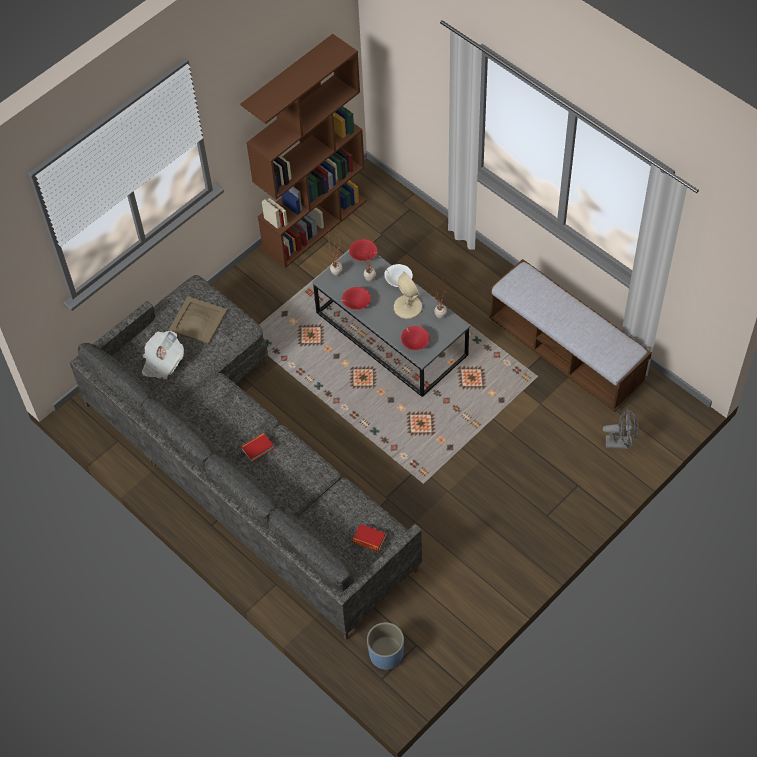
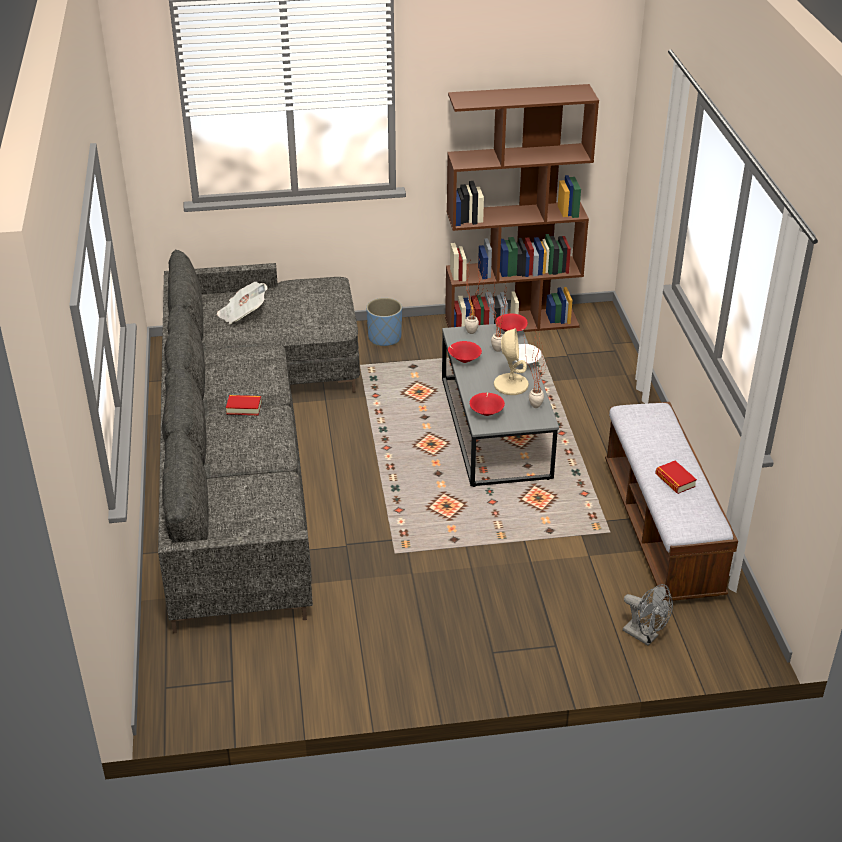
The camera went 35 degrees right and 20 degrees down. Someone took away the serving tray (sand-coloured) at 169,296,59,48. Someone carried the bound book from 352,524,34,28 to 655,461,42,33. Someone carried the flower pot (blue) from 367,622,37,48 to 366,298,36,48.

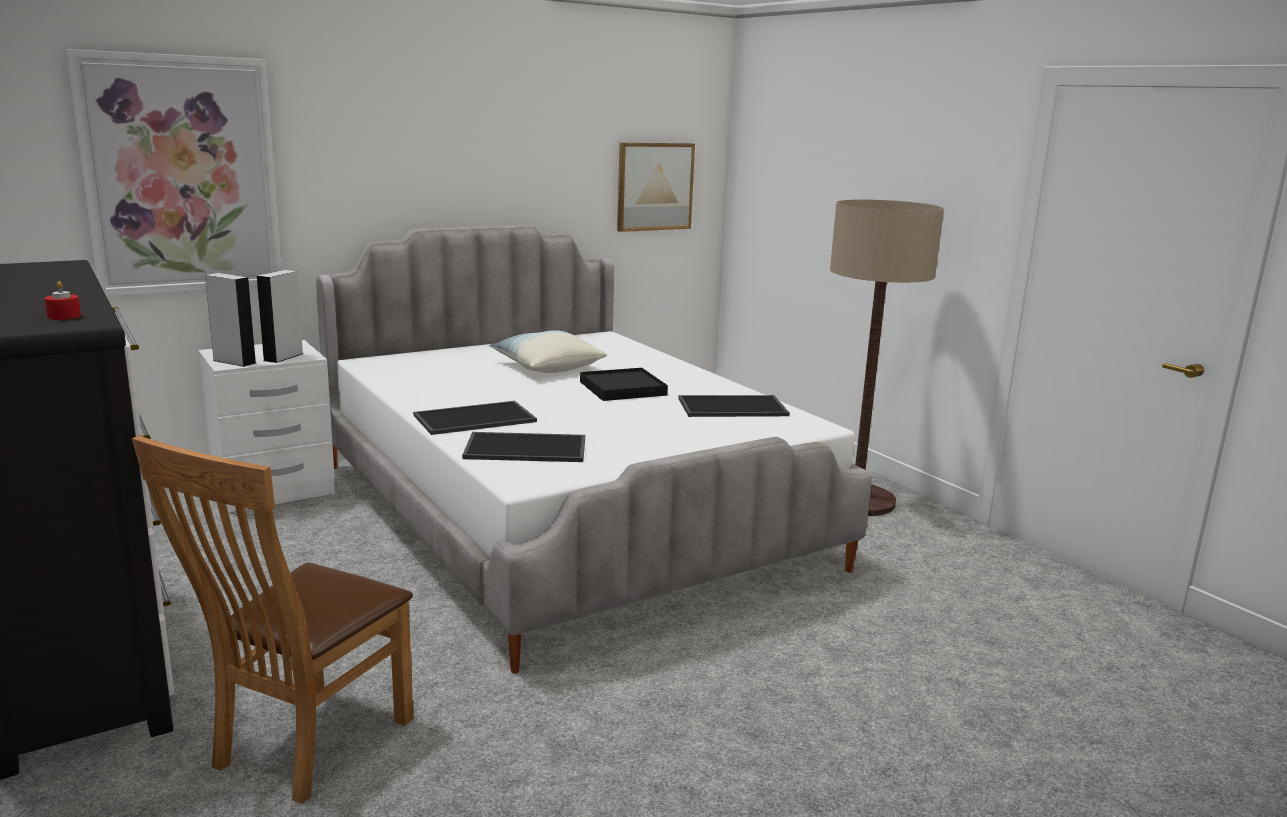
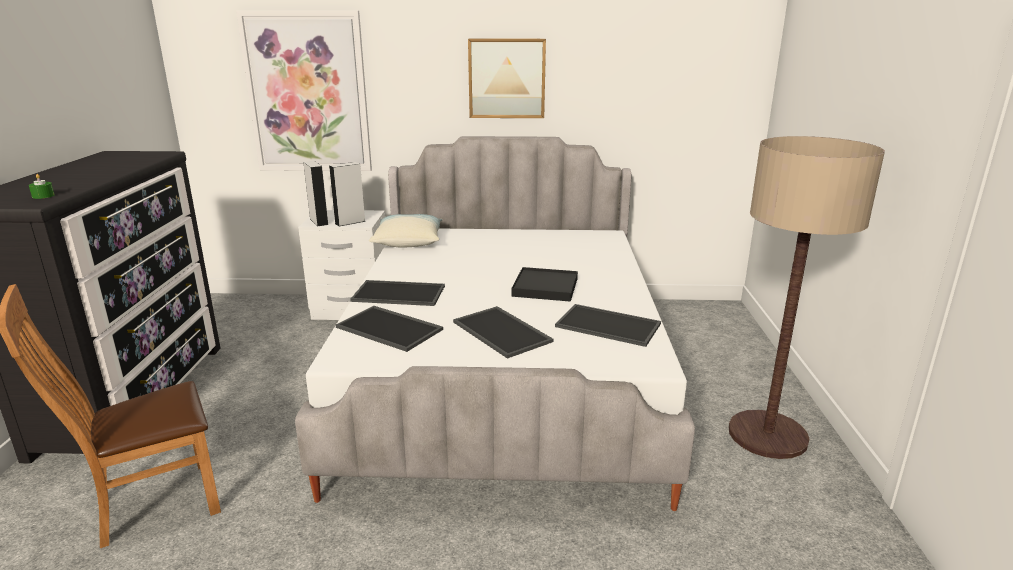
The camera went 35 degrees right and 5 degrees up. Someone repainted the wax light (red) at 44,281,37,39, which became the wax light (green) at 29,174,26,25. Someone carried the pillow from 490,330,117,43 to 369,214,74,33. Someone carried the wall picture from 617,143,78,89 to 468,39,78,79. Someone put down the serving tray at 453,306,101,53.

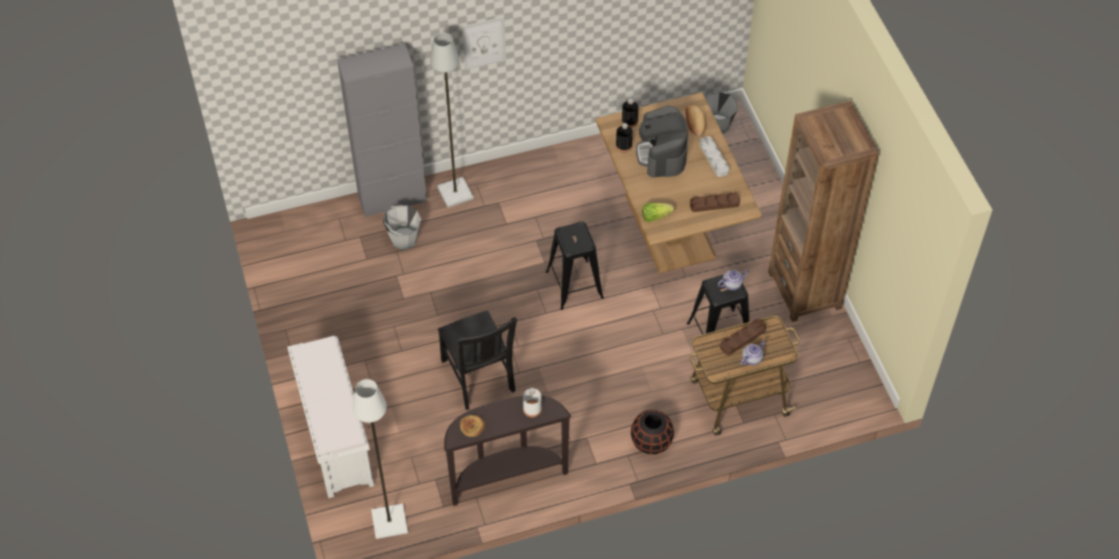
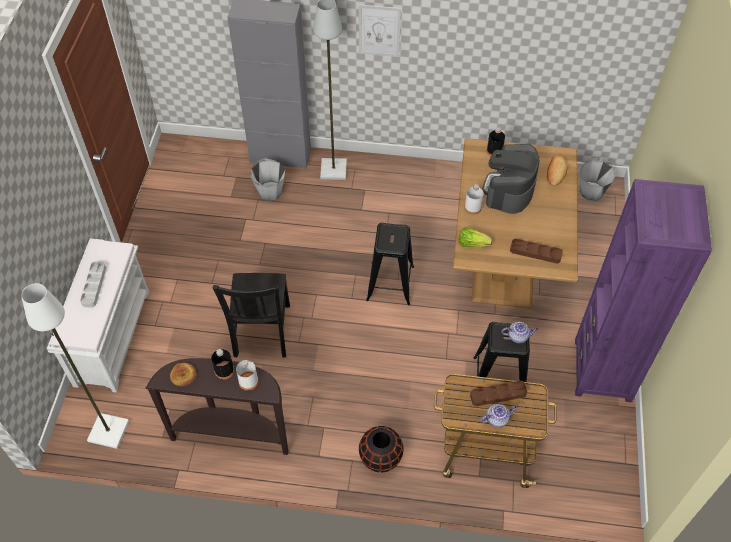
The camera went 25 degrees right and 0 degrees up. Someone carried the beverage bottle (black-coloured) from 616,123,17,30 to 211,349,23,31. Someone carried the serving tray (grey) from 699,136,30,41 to 80,261,26,47. Someone repainted the bookcase (brown-coloured) at 768,101,111,221, which became the bookcase (purple) at 575,179,137,223. Someone put down the beverage bottle (white-coloured) at 464,184,20,31.

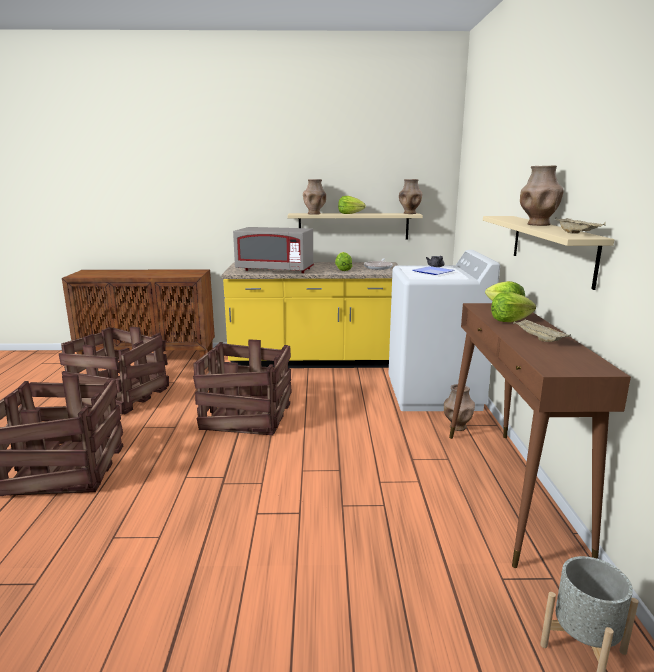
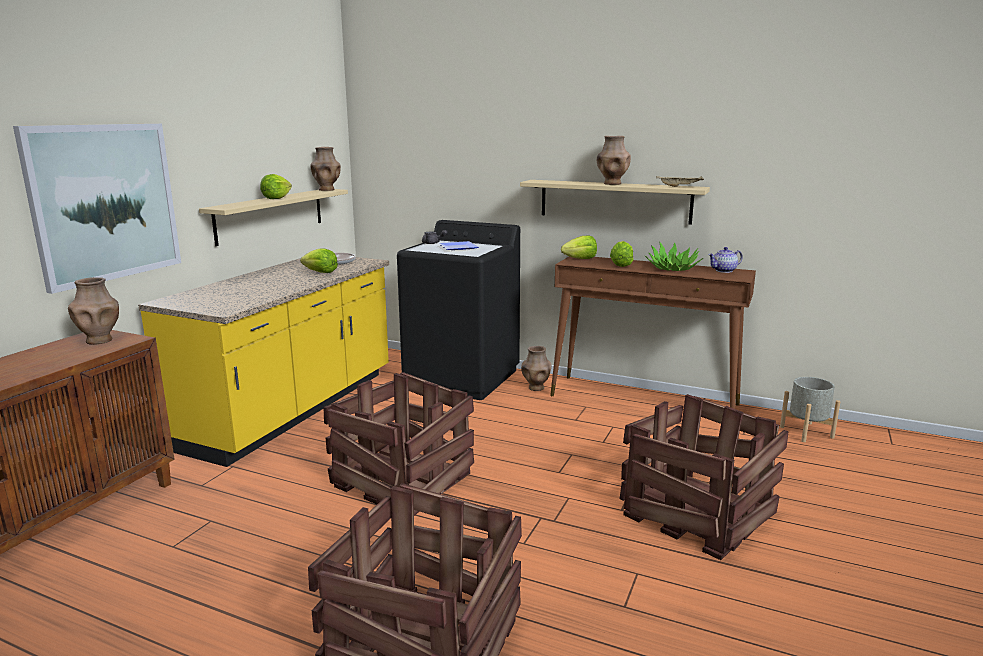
The camera went 65 degrees left and 0 degrees up. Someone carried the crate from 59,327,110,87 to 619,394,170,166. Someone took away the microwave (grey) at 233,227,81,46. Someone carried the flower vase (brown-coloured) from 303,179,23,36 to 68,277,51,68. Someone repainted the washing machine (white-coloured) at 389,250,111,161, which became the washing machine (black-coloured) at 397,220,123,180. Someone swapped the serving tray (sand-coloured) at 514,319,57,23 for the houseplant at 645,242,58,29. Someone put up the wall picture at 13,124,168,170. Someone put down the pot for tea at 708,247,35,26.

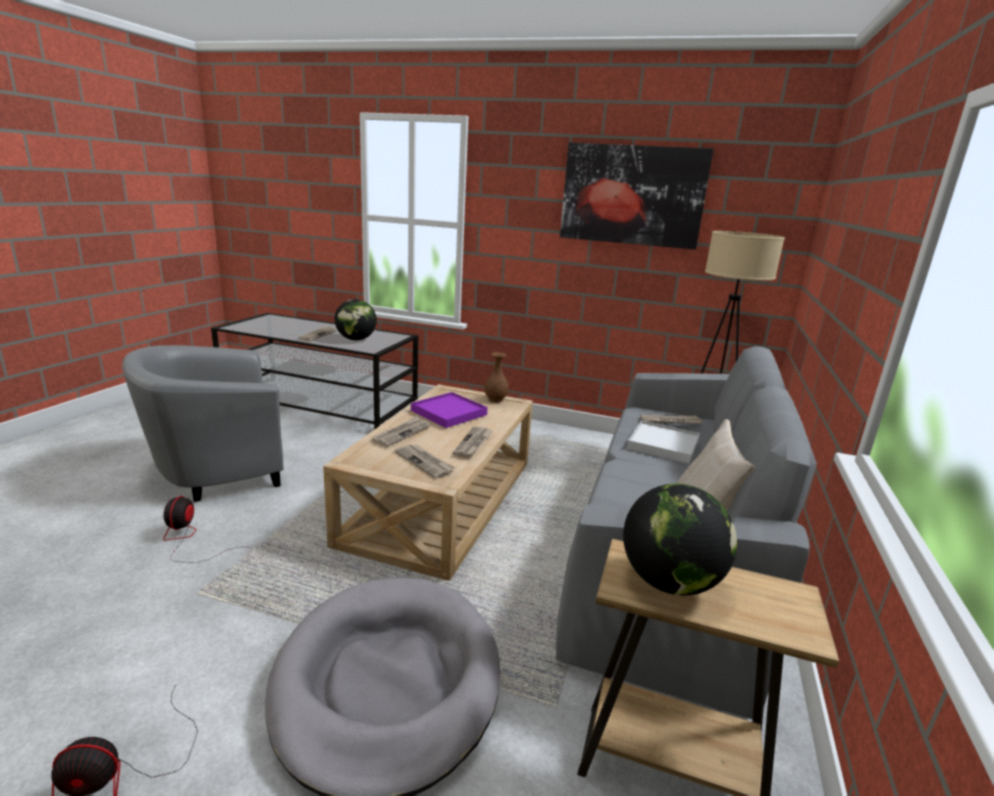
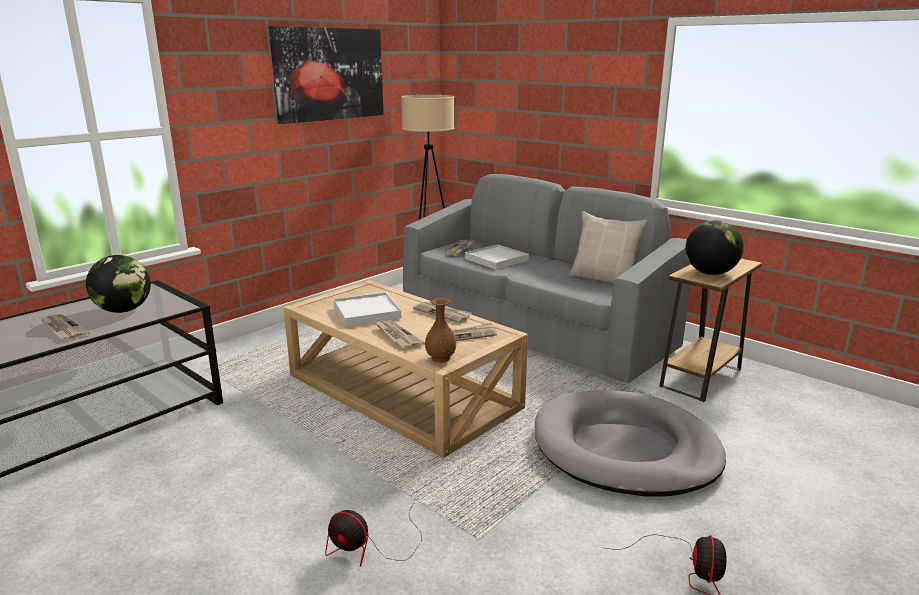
The camera went 65 degrees left and 0 degrees up. Someone took away the easy chair (grey) at 122,345,161,157. Someone repainted the serving tray (purple) at 411,392,77,36, which became the serving tray (white-coloured) at 334,292,67,34. Someone carried the flower vase (brown-coloured) from 484,352,25,50 to 425,298,31,64.

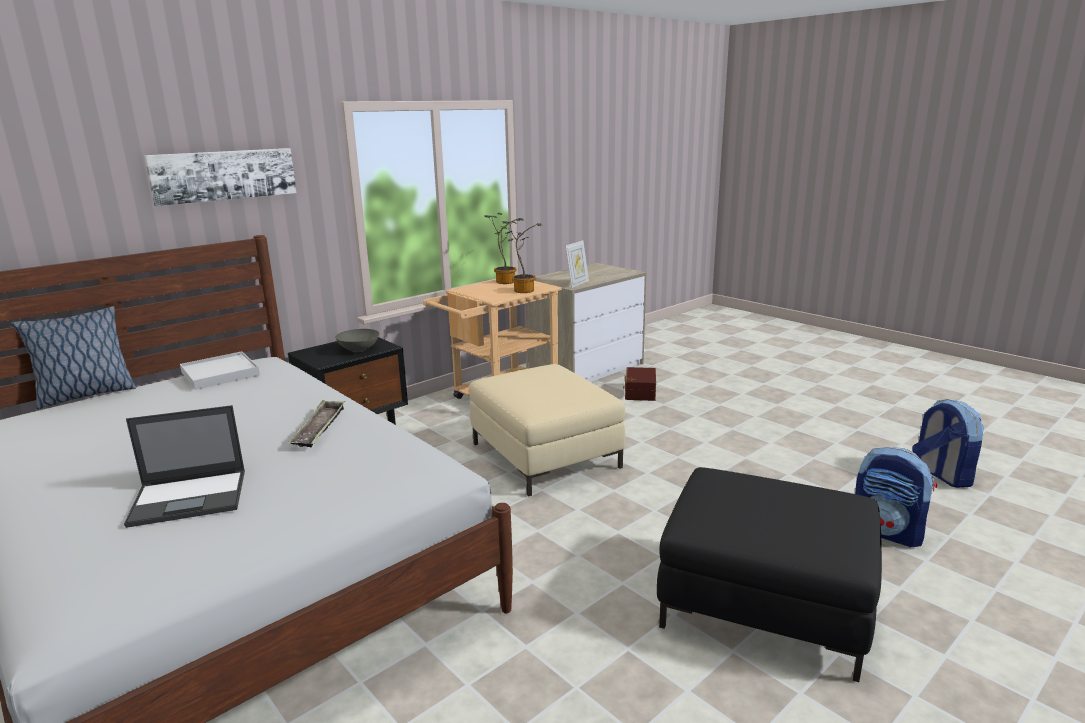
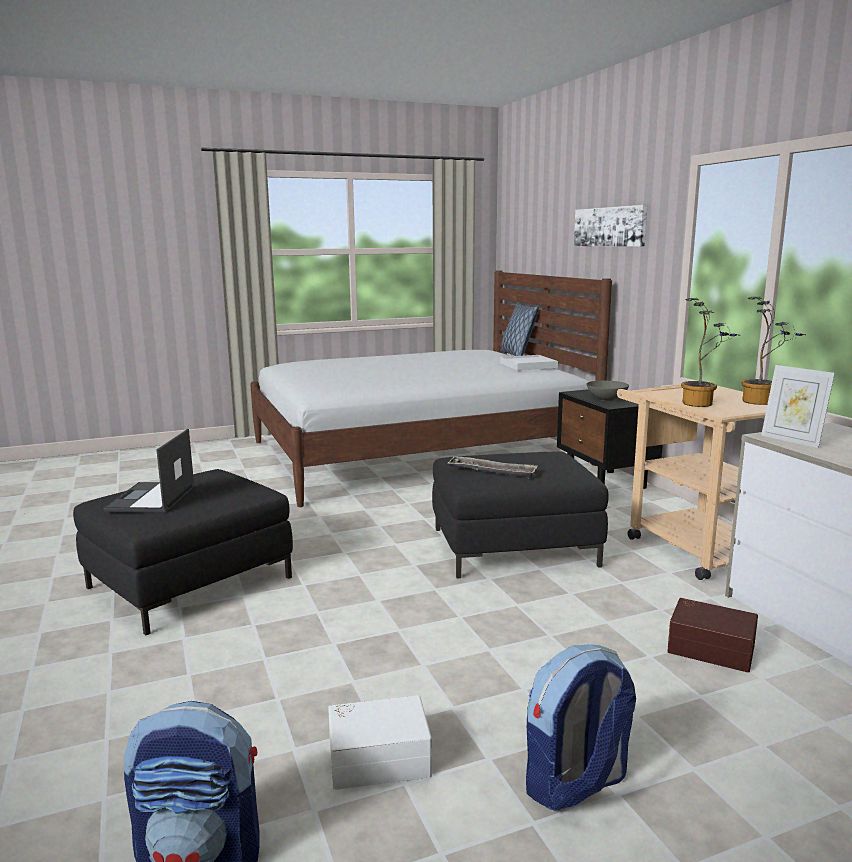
The camera went 110 degrees right and 5 degrees down. Someone carried the notebook computer from 124,405,121,123 to 103,429,92,83. Someone carried the serving tray from 289,400,56,47 to 447,456,91,23. Someone repainted the pouffe (sand-coloured) at 469,364,156,132, which became the pouffe (black-coloured) at 432,452,177,127. Someone carried the backpack from 855,447,82,101 to 526,644,110,167. Someone put down the storage bin (white-coloured) at 328,695,104,95.

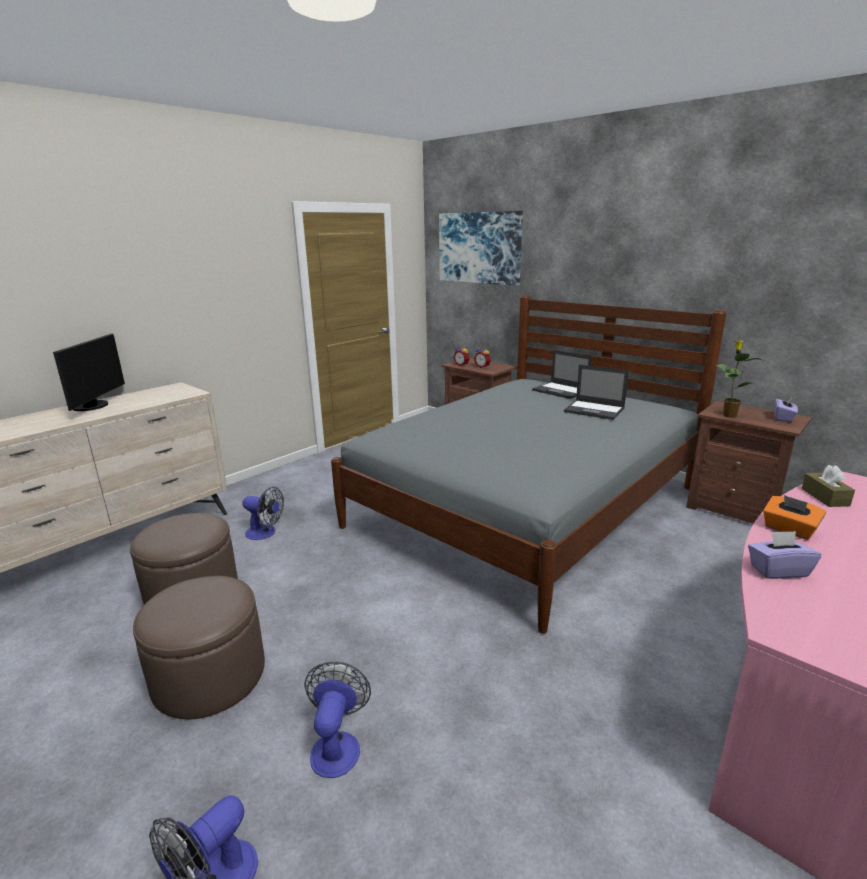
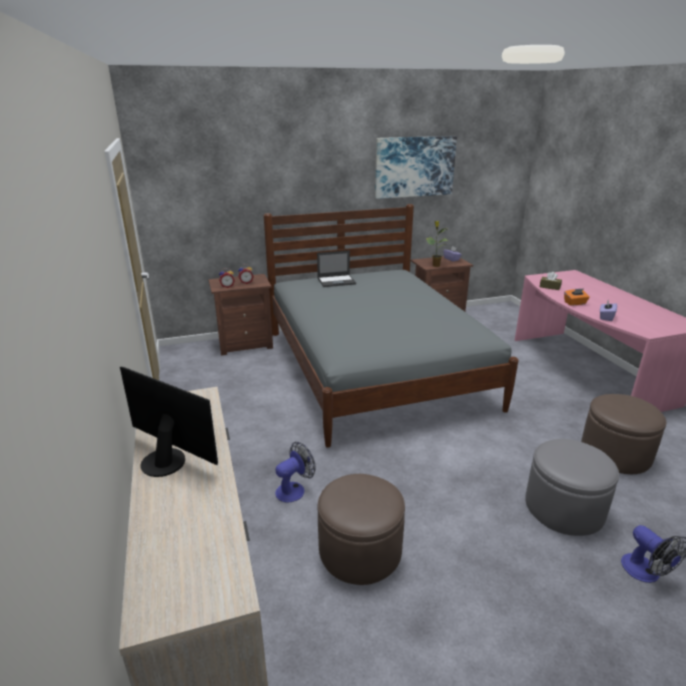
The camera went 60 degrees left and 5 degrees up. Someone carried the pouffe (brown-coloured) from 133,576,132,143 to 581,394,85,80. Someone swapped the fan at 305,662,66,116 for the pouffe (grey) at 525,439,94,97. Someone carried the wall picture from 439,211,84,75 to 375,136,82,63. Someone took away the notebook computer at 564,365,65,55.

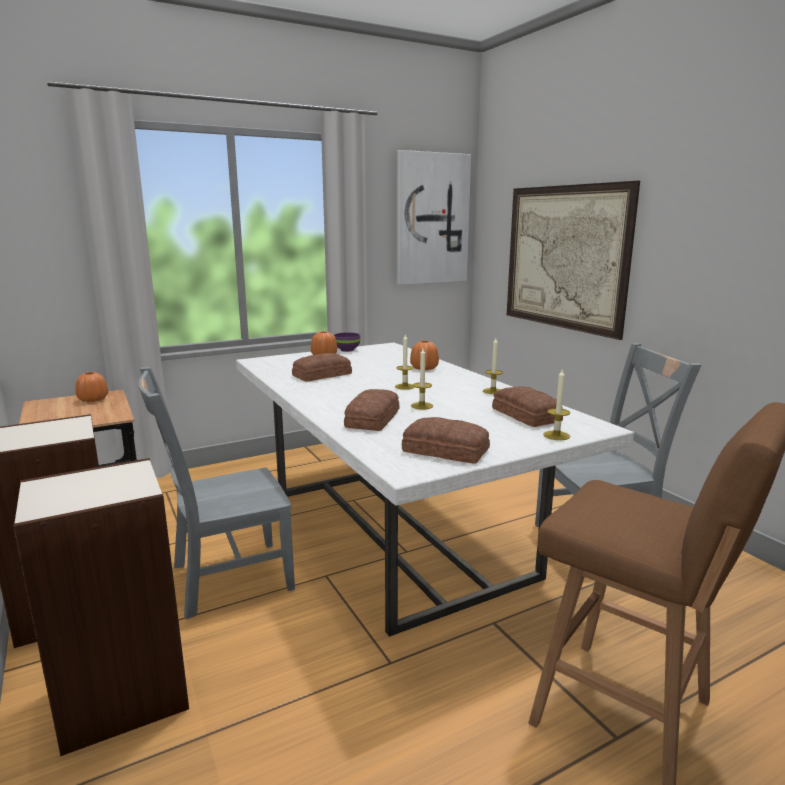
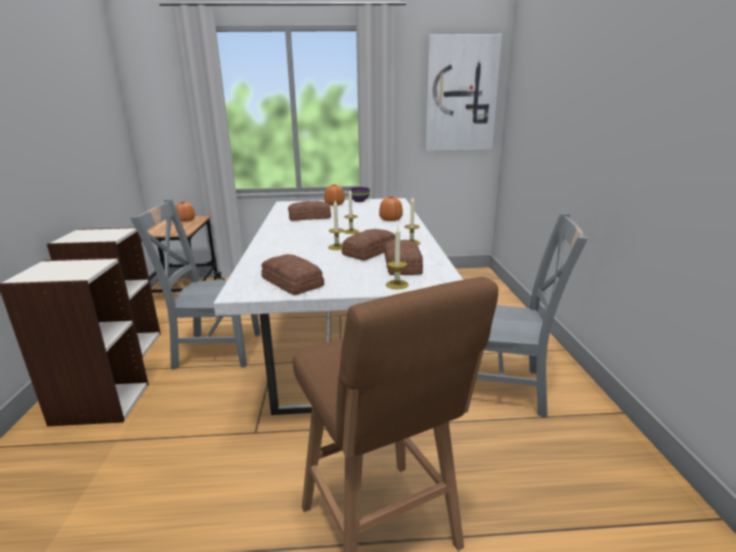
The camera went 25 degrees right and 5 degrees up. Someone carried the bakery bread from 344,389,55,42 to 342,229,53,32. Someone took away the wall picture at 507,181,133,159.

